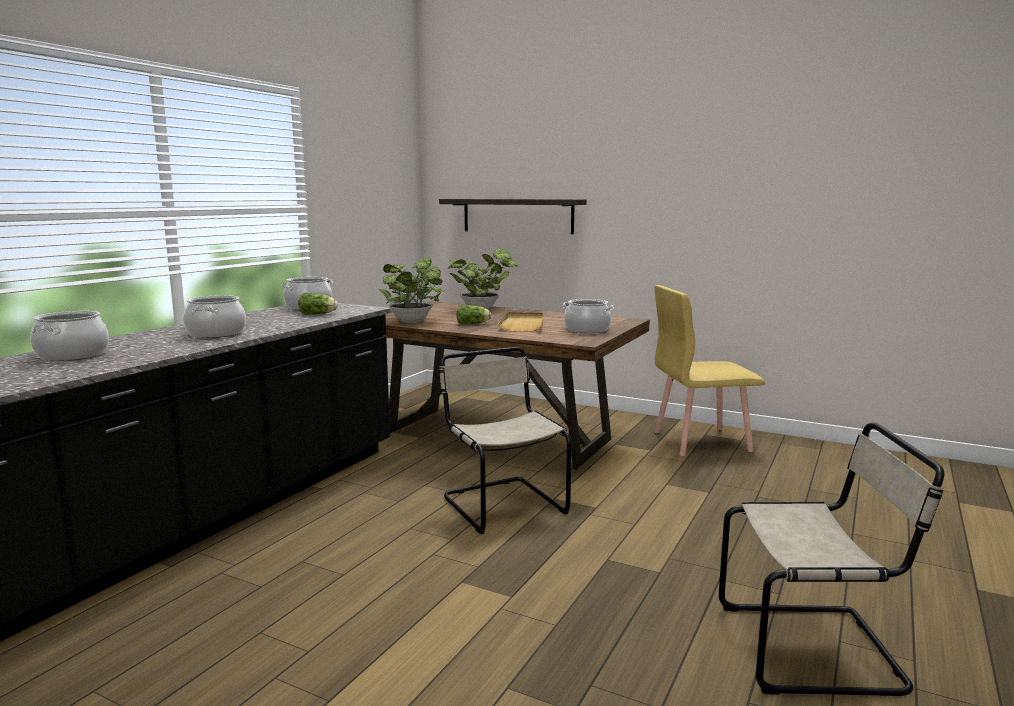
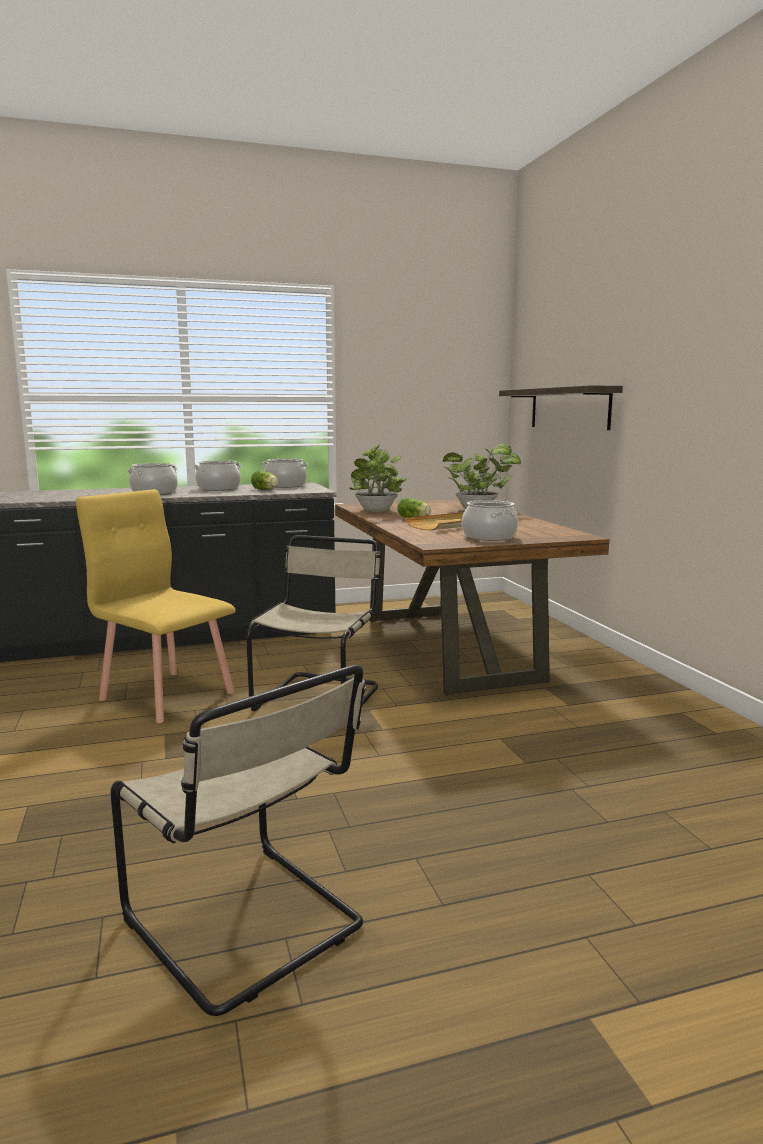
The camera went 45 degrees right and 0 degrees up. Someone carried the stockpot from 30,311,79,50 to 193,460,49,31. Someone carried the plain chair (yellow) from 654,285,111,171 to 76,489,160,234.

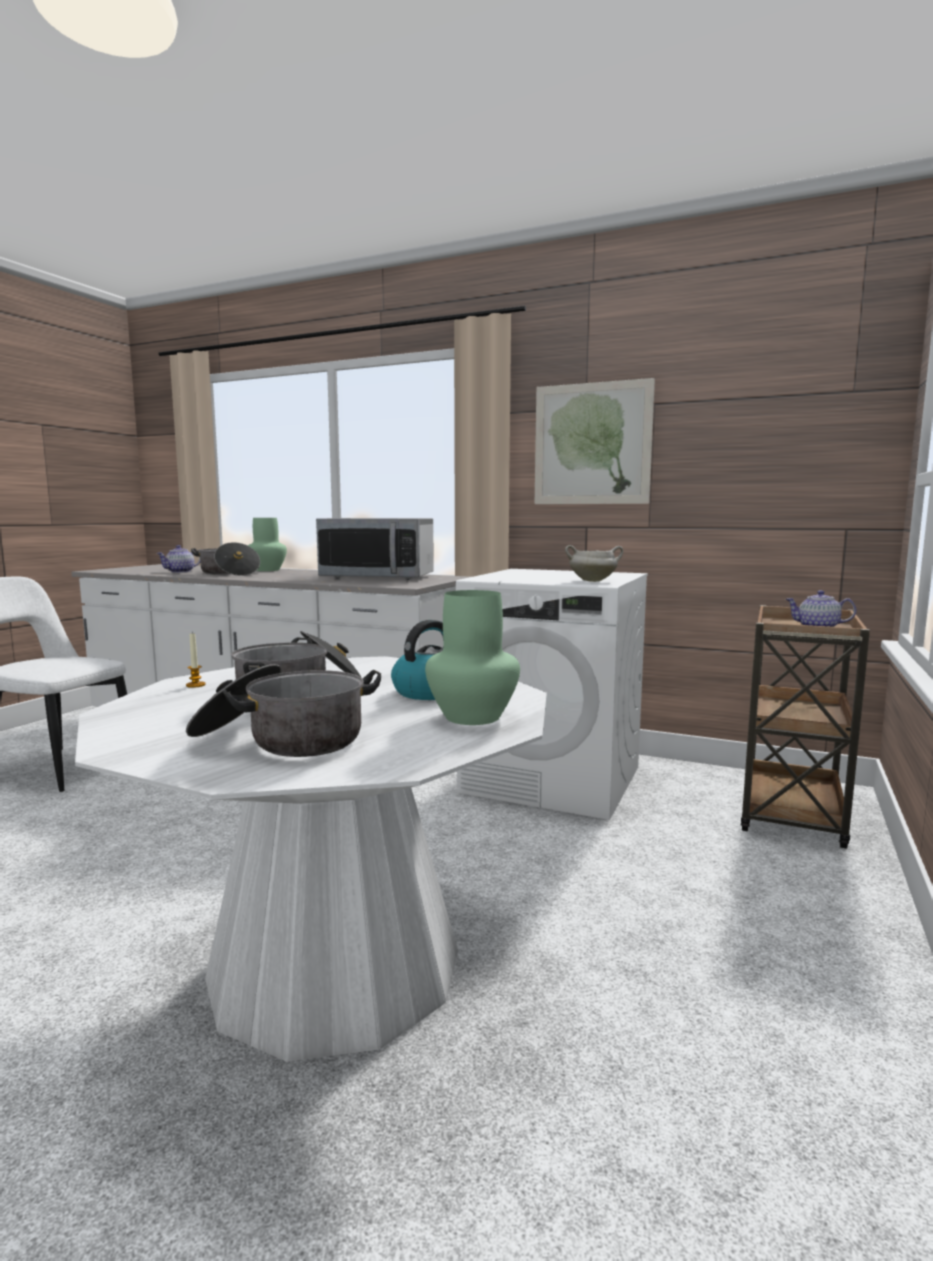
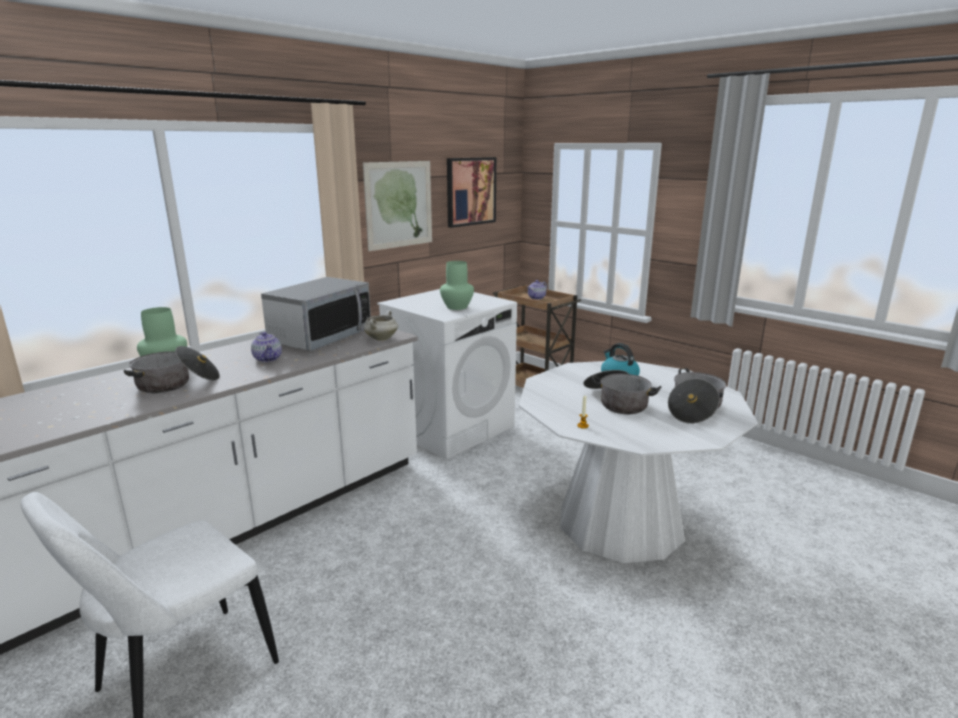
The camera went 70 degrees left and 10 degrees up. Someone carried the pot for tea from 156,545,44,28 to 251,332,31,30. Someone carried the flower vase (green) from 425,590,95,135 to 440,261,34,49. Someone carried the stockpot (white-coloured) from 565,545,58,37 to 363,311,35,29. Someone put up the wall picture at 447,157,49,71.

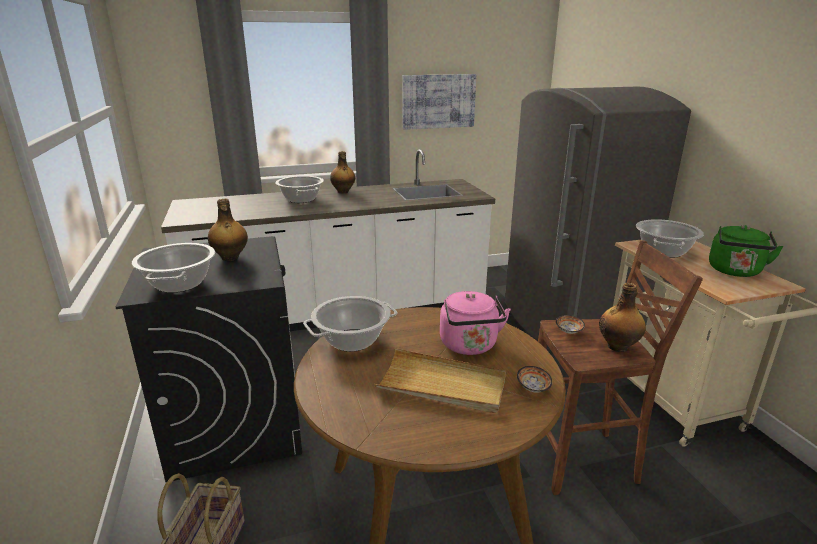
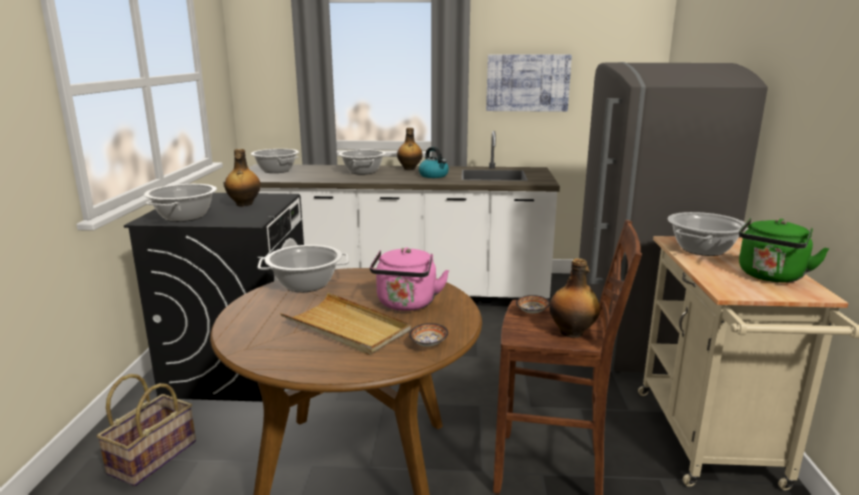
The camera went 20 degrees right and 5 degrees down. Someone put down the stockpot at 251,149,48,24. Someone put down the kettle at 419,147,30,31.

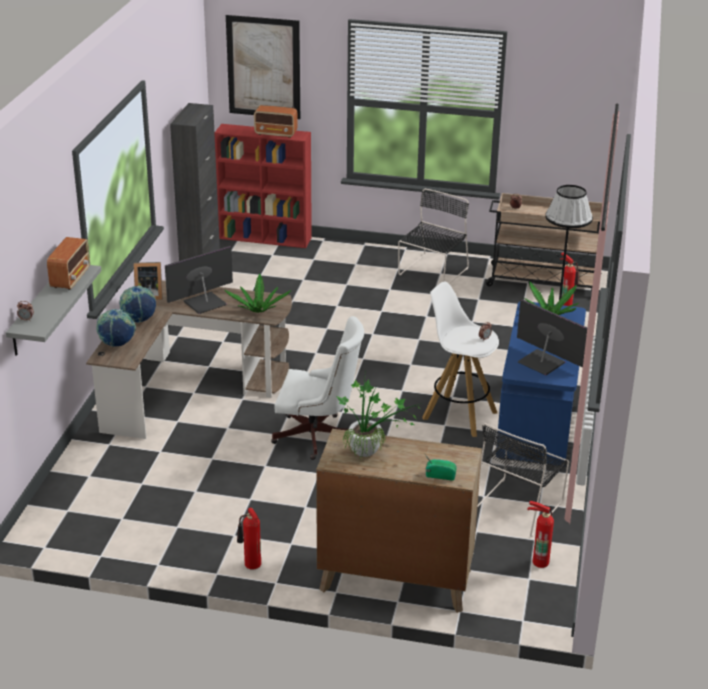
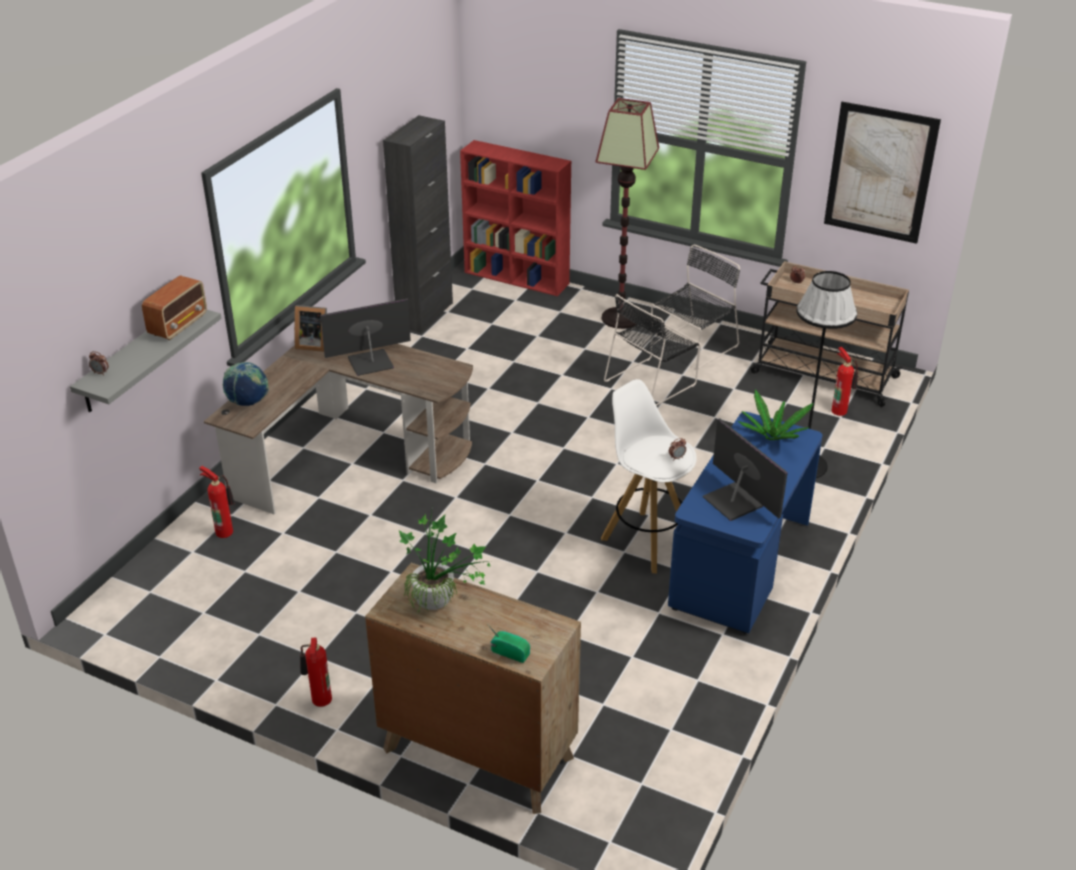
The camera went 15 degrees right and 5 degrees up. Someone took away the desk globe at 119,286,37,37. Someone took away the houseplant at 225,274,66,39. Someone carried the wall picture from 226,15,74,104 to 824,102,117,142. Someone took away the radio set at 254,105,44,33. Someone took away the computer chair (white-coloured) at 271,316,93,144. Someone carried the plain chair (black-coloured) from 477,423,92,114 to 604,294,97,112. Someone carried the fire-fighting cylinder from 527,501,27,67 to 199,466,36,72. Someone put down the standard lamp at 596,98,63,231.

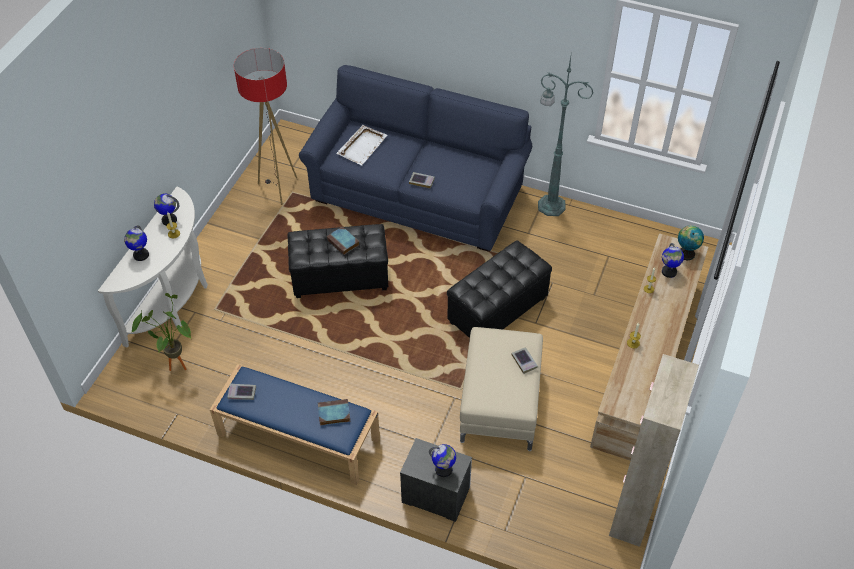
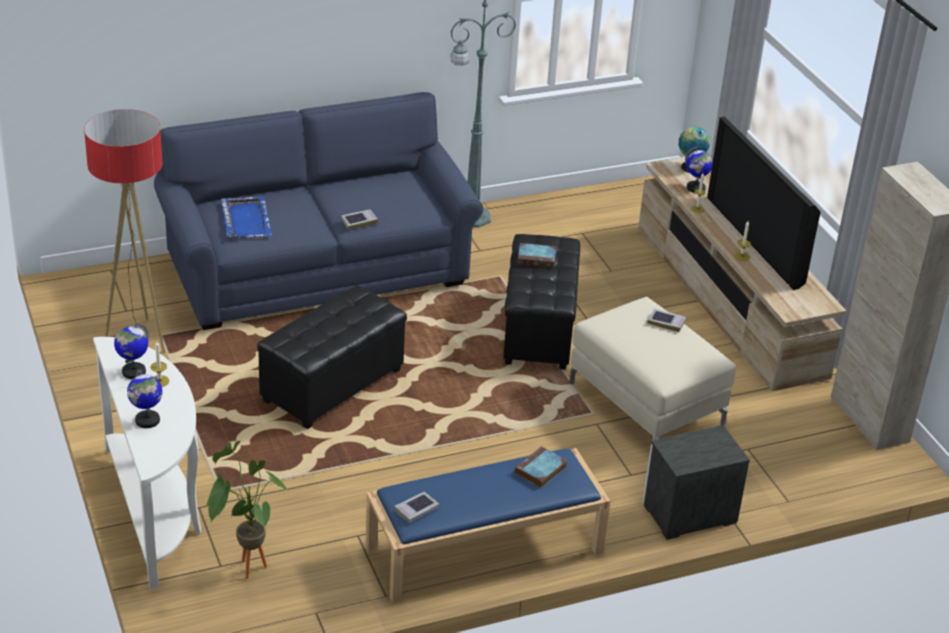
The camera went 45 degrees left and 15 degrees down. Someone carried the bound book from 327,226,32,29 to 517,243,39,25. Someone repainted the serving tray (white-coloured) at 336,125,51,41, which became the serving tray (blue) at 221,196,52,42. Someone took away the desk globe at 429,444,27,33. Someone put down the TV set at 707,117,114,173.

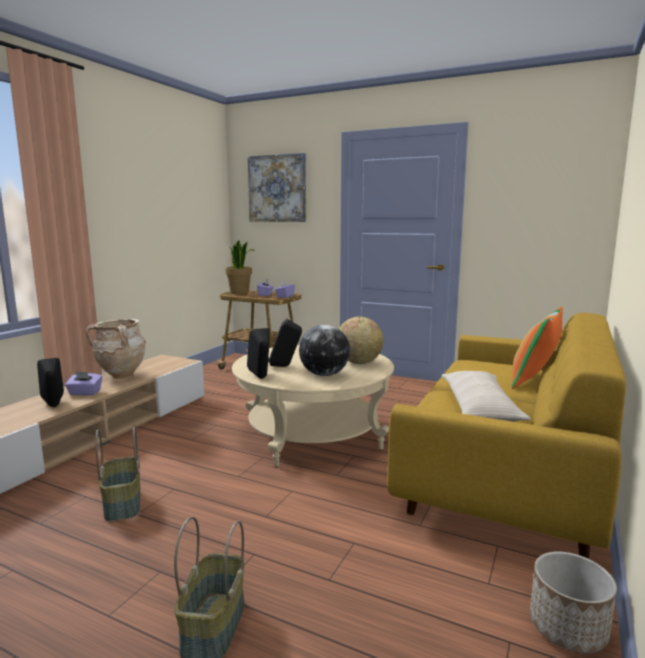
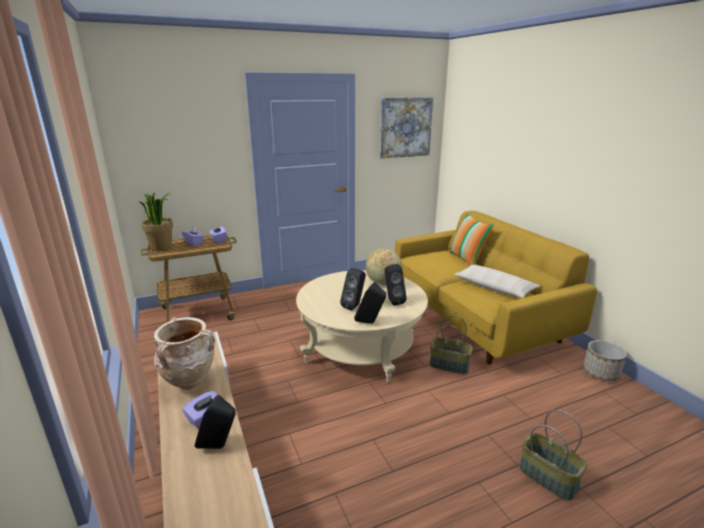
The camera went 50 degrees left and 10 degrees up. Someone carried the storage basket from 96,425,44,97 to 430,315,43,59. Someone carried the wall picture from 248,153,58,69 to 380,97,53,62. Someone swapped the desk globe at 299,325,51,51 for the loudspeaker (black-coloured) at 385,264,22,42.

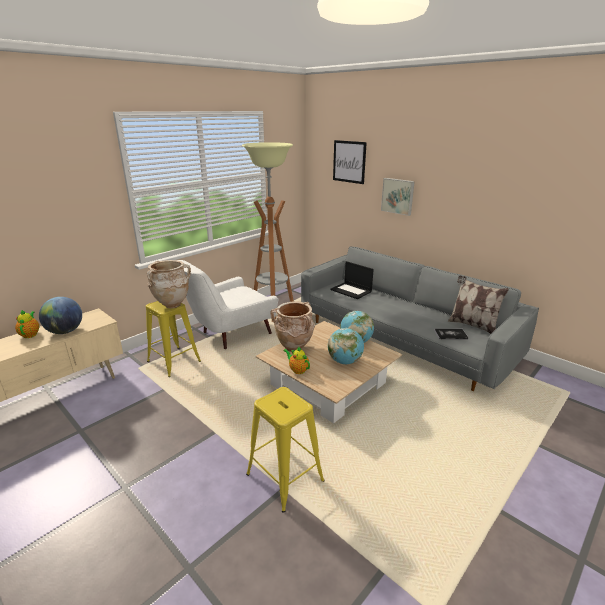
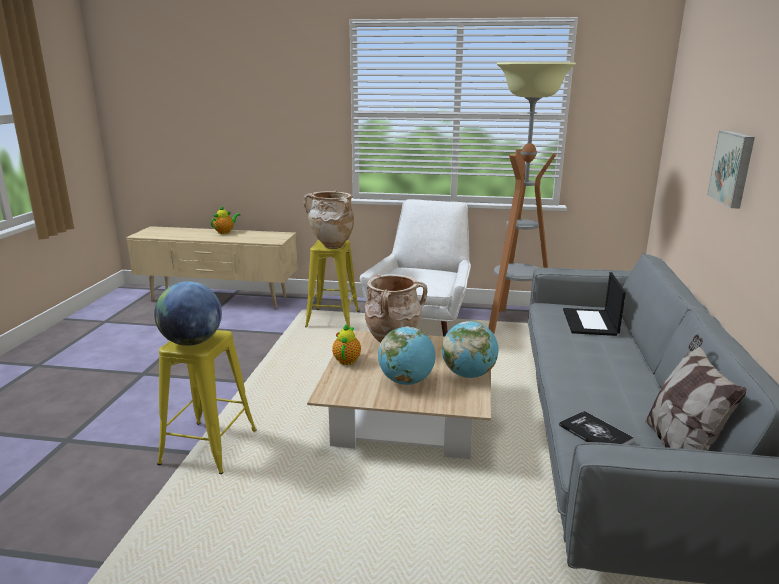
The camera went 55 degrees right and 5 degrees down. Someone carried the desk globe from 39,297,43,37 to 154,281,68,65. Someone rotated the easy chair (white-coloured) at 177,260,101,89 by 90 degrees clockwise. Someone took away the wall picture at 333,140,34,44.

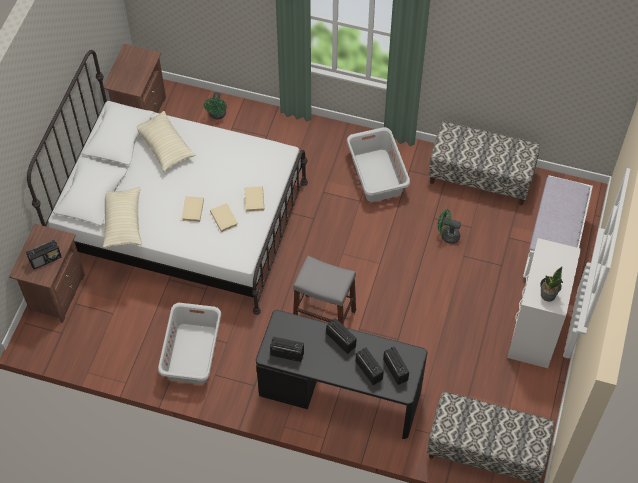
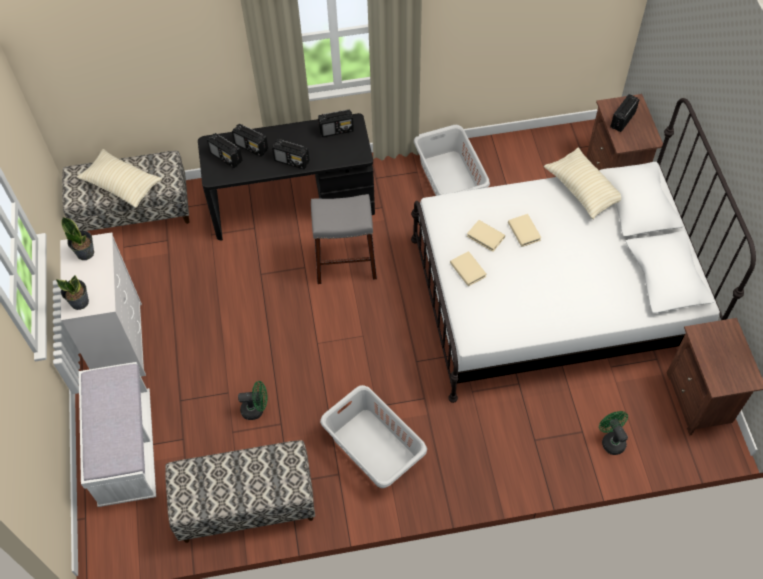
The camera went 155 degrees right and 0 degrees up. Someone carried the pillow (sand-coloured) from 137,111,59,61 to 77,149,85,59. Someone put down the houseplant at 56,275,33,35.

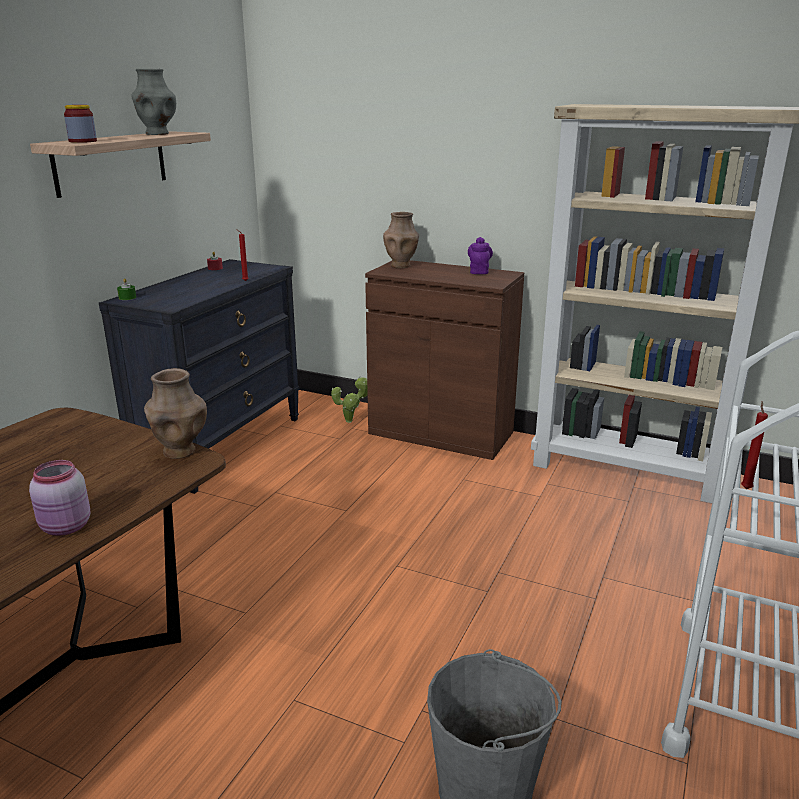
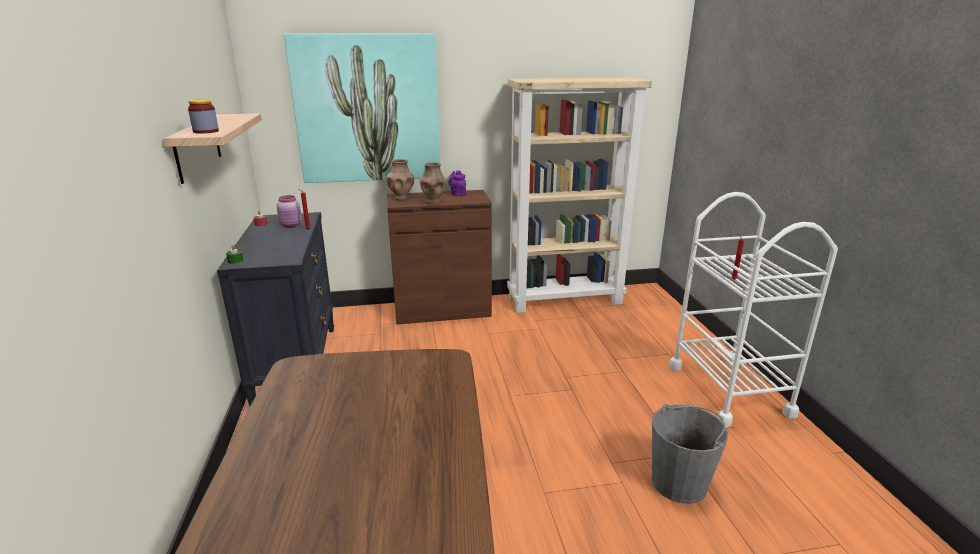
The camera went 35 degrees left and 0 degrees up. Someone carried the preserve jar (pink-coloured) from 29,460,61,76 to 276,195,26,33. Someone took away the flower vase (grey) at 131,69,45,66. Someone carried the flower vase (brown-coloured) from 144,368,63,91 to 419,162,27,42. Someone took away the houseplant at 331,376,37,47. Someone put up the wall picture at 284,33,157,150.

